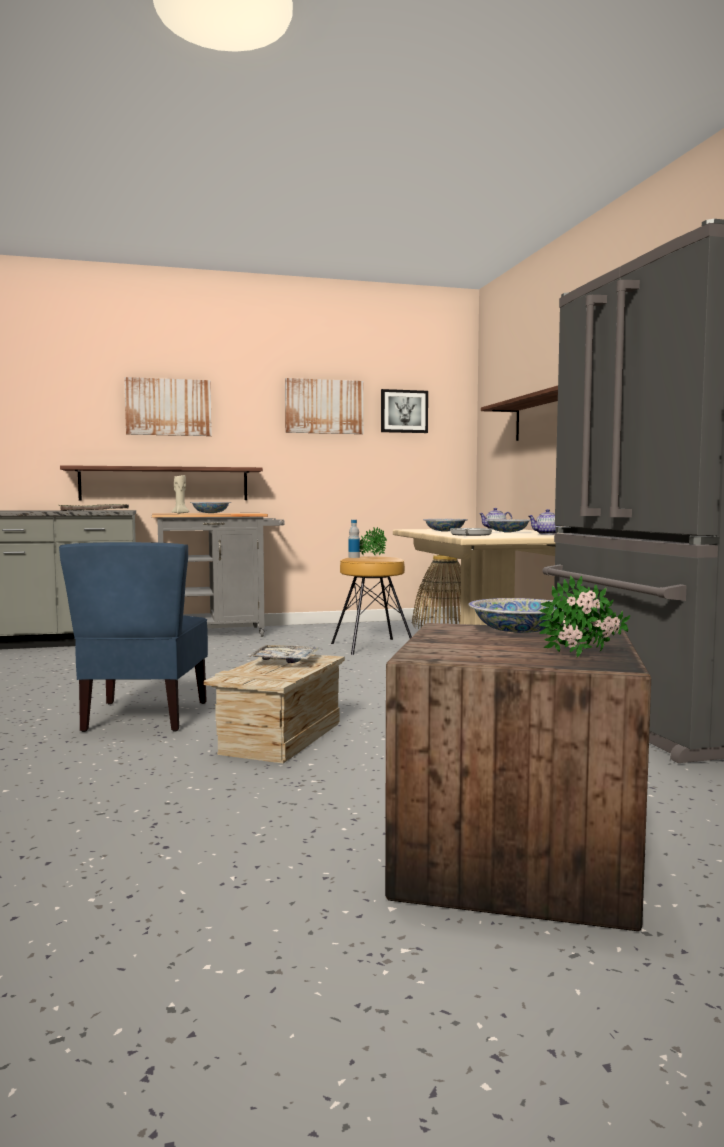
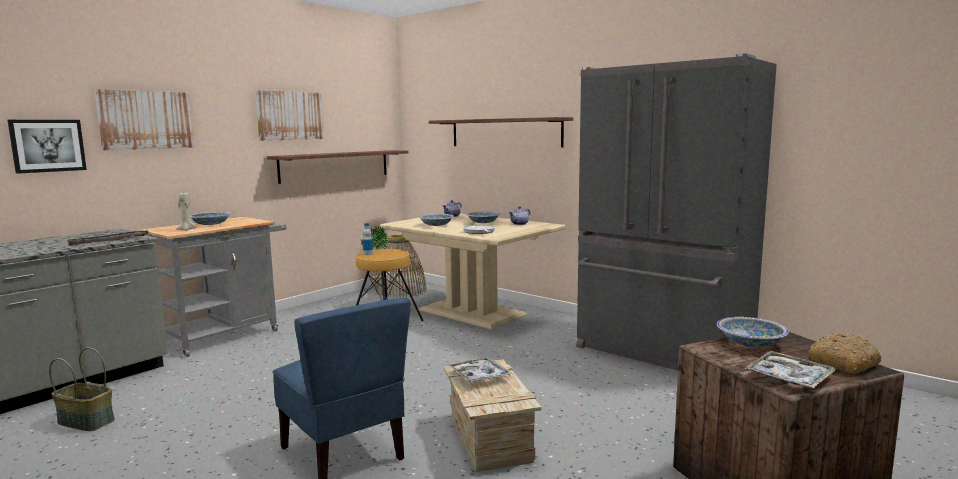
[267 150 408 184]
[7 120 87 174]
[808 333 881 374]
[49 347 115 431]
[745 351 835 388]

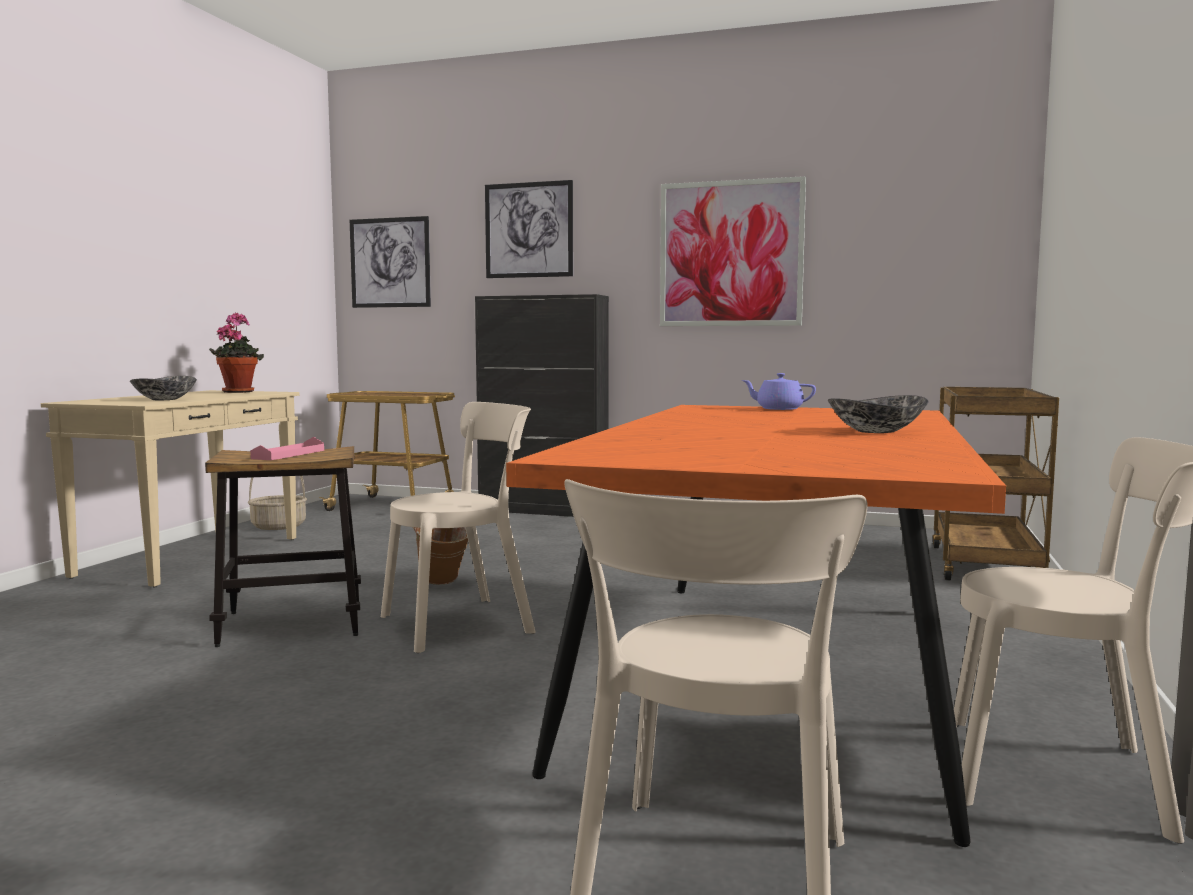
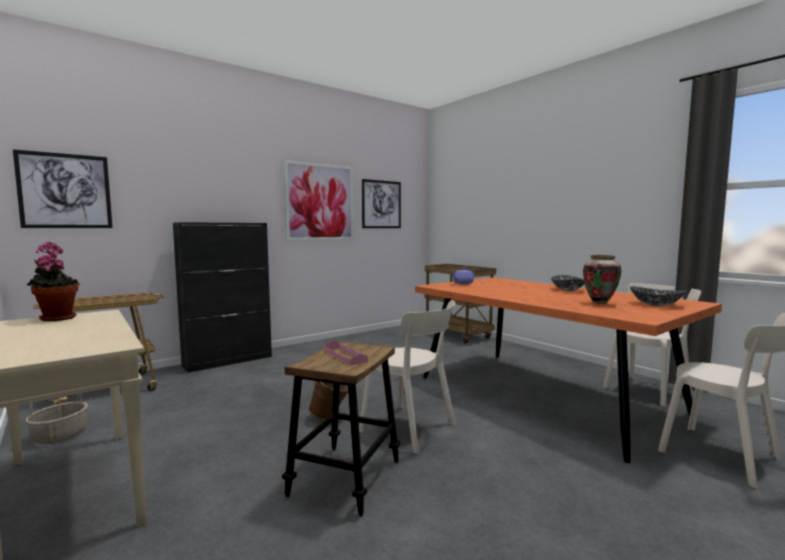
[630 286 687 306]
[359 300 456 454]
[362 179 401 228]
[583 255 622 304]

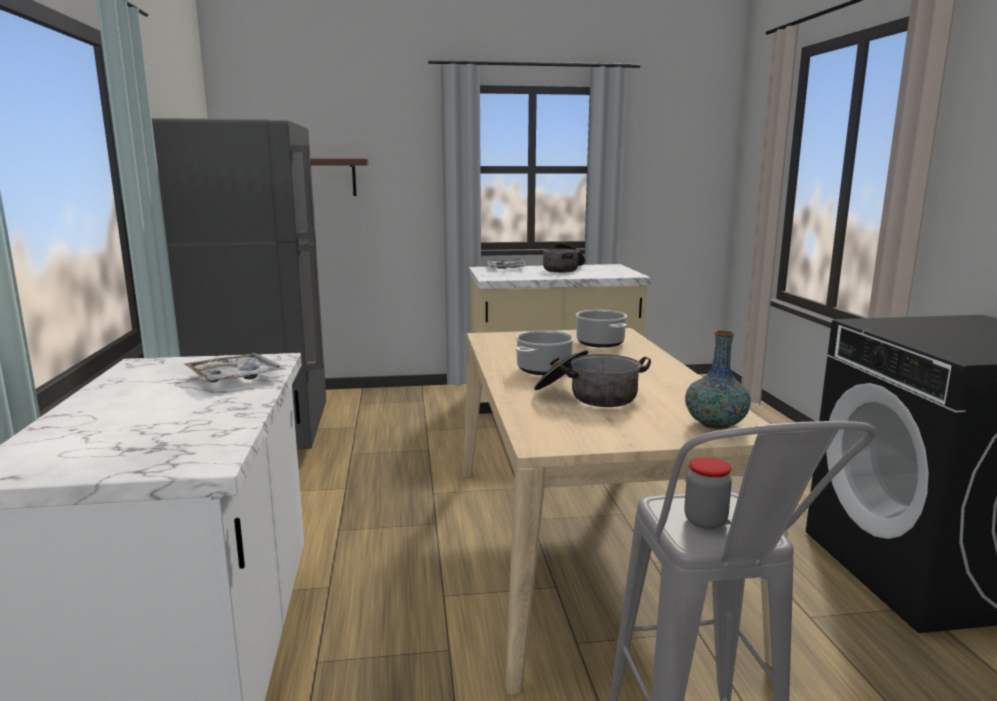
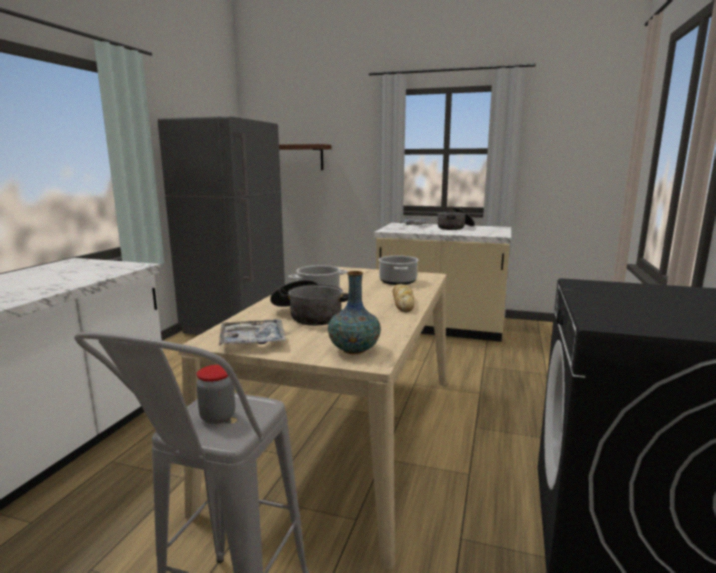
[219 319 286 346]
[393 284 414 312]

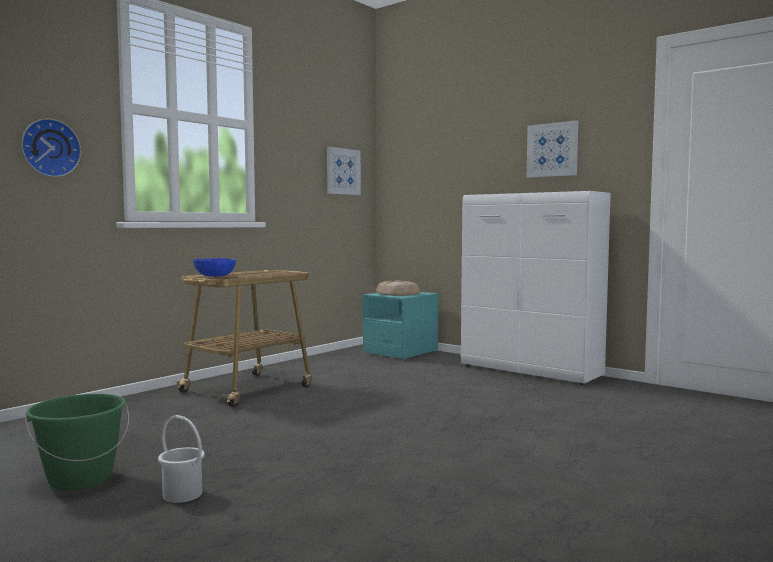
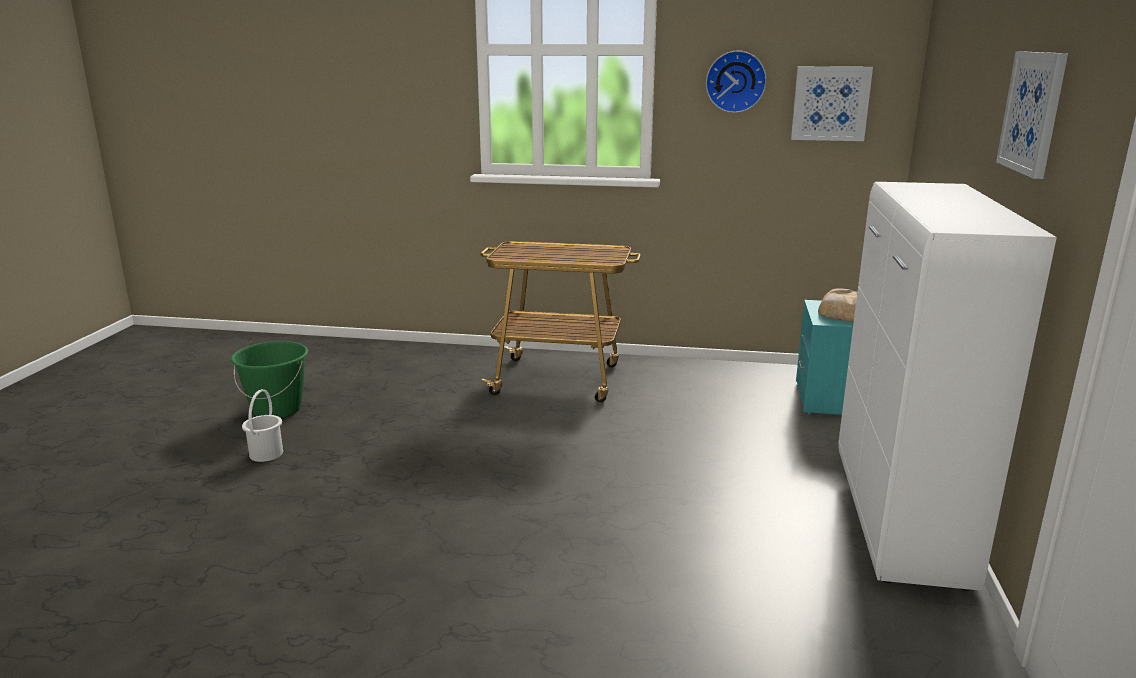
[706 51 767 113]
[193 258 236 277] (first image)

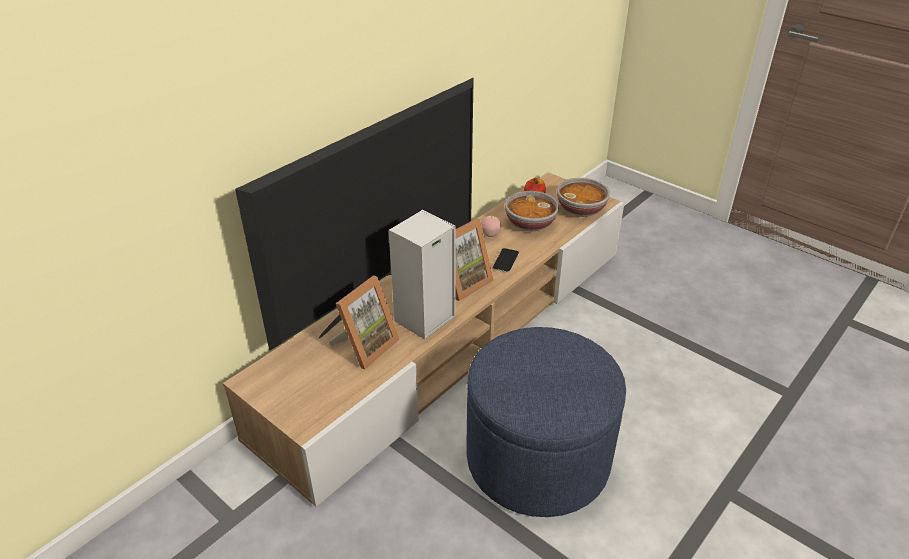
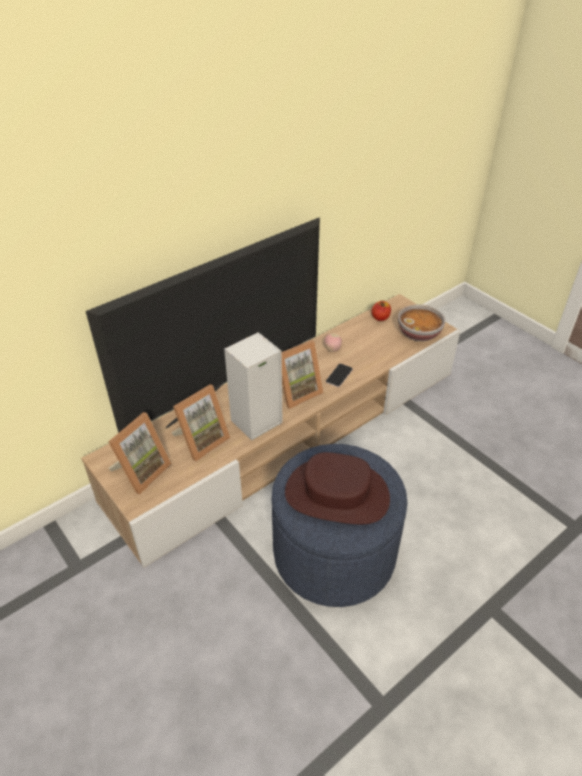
[505 191 559 231] (first image)
[108 412 172 495]
[285 452 390 524]

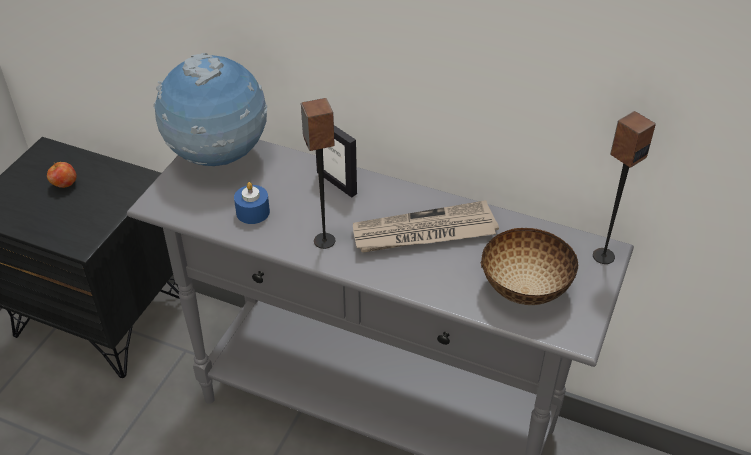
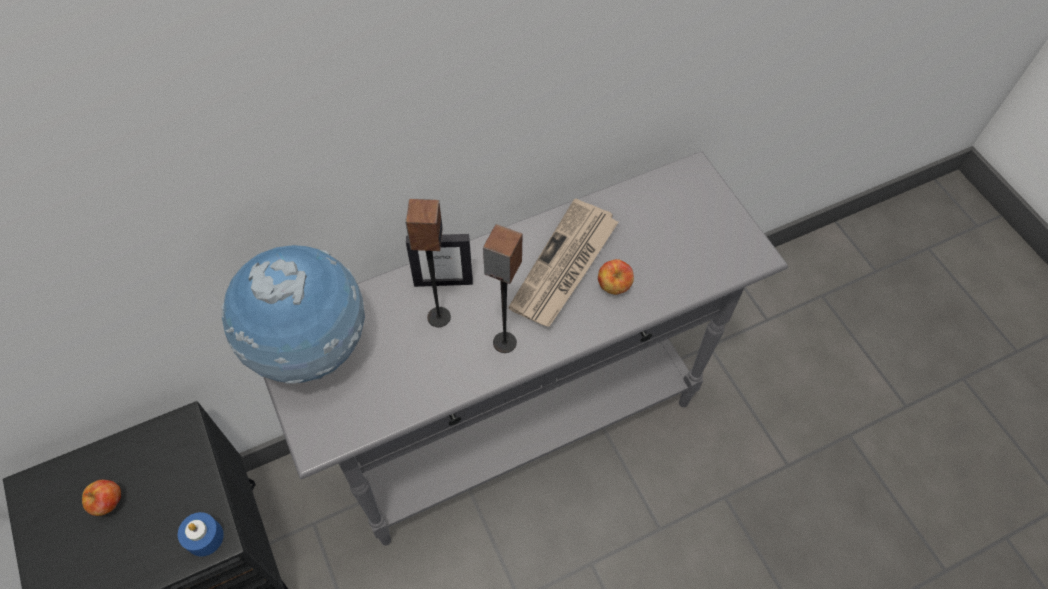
[178 512 224 556]
[481 228 579 305] (first image)
[405 199 451 327]
[598 259 634 295]

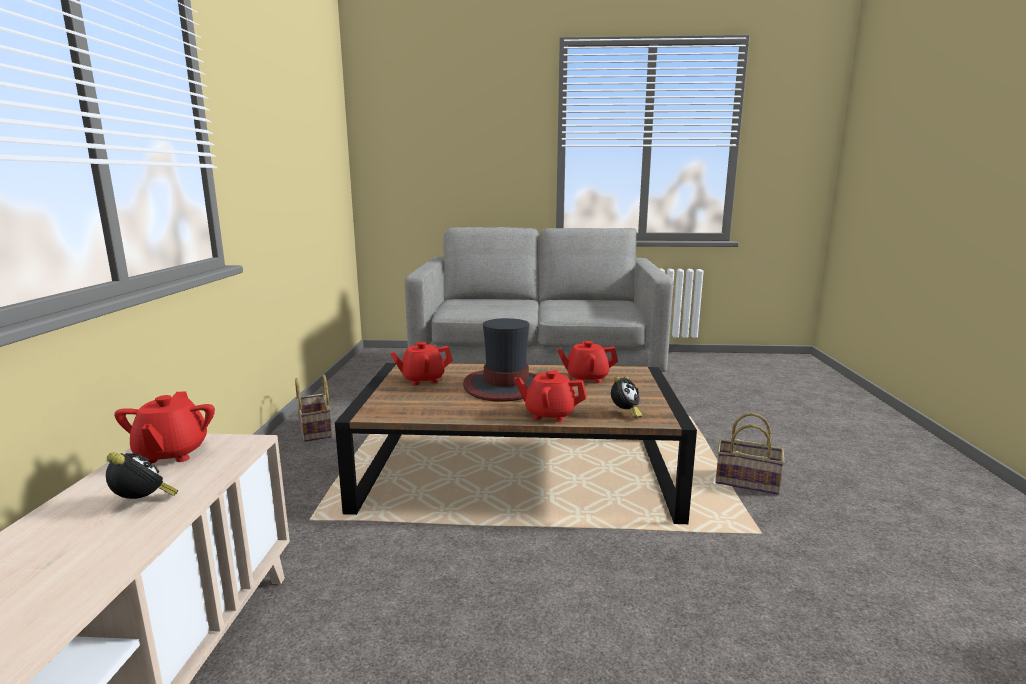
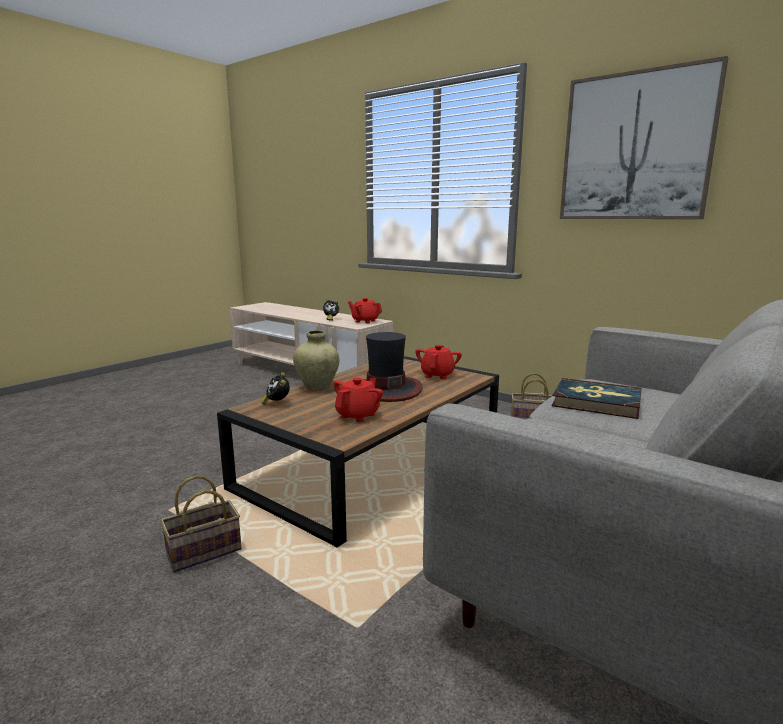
[293 330 340 391]
[552 378 642 419]
[560 56 728 219]

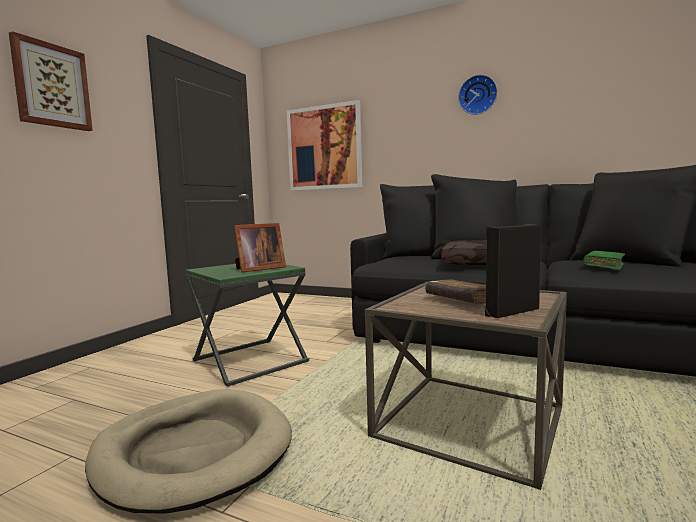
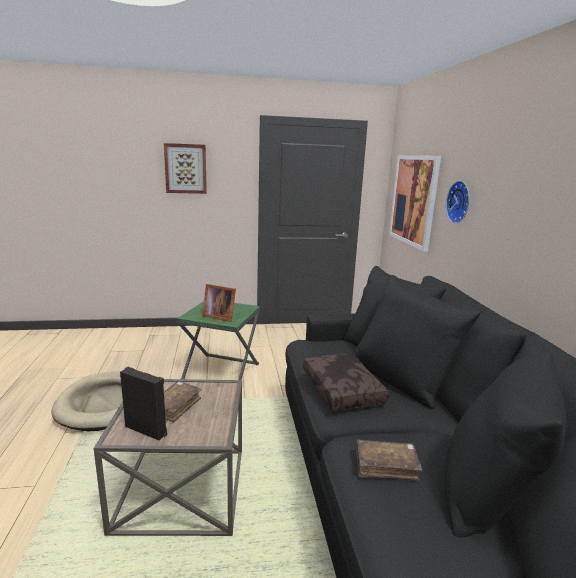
[446 181 470 223]
[356 440 422 481]

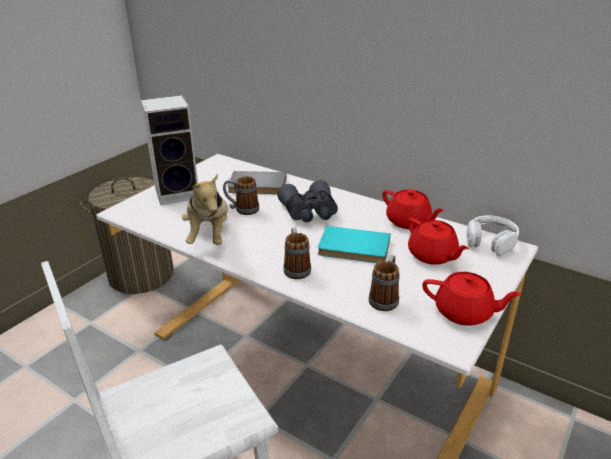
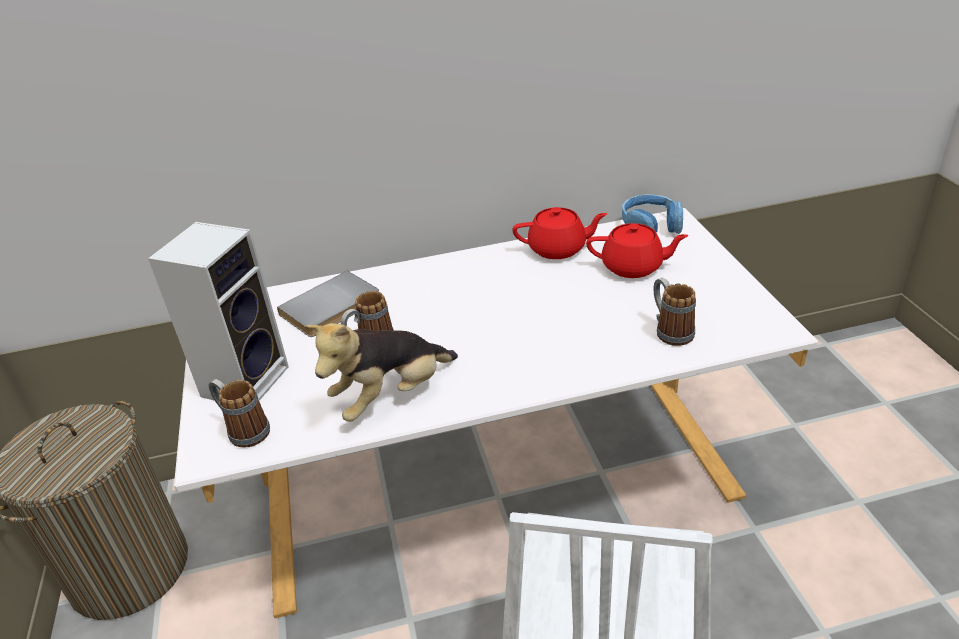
[305 323 458 422]
[277 180 338 223] (first image)
[209 379 270 448]
[318 226 390 263] (first image)
[423 272 522 326] (first image)
[622 194 683 234]

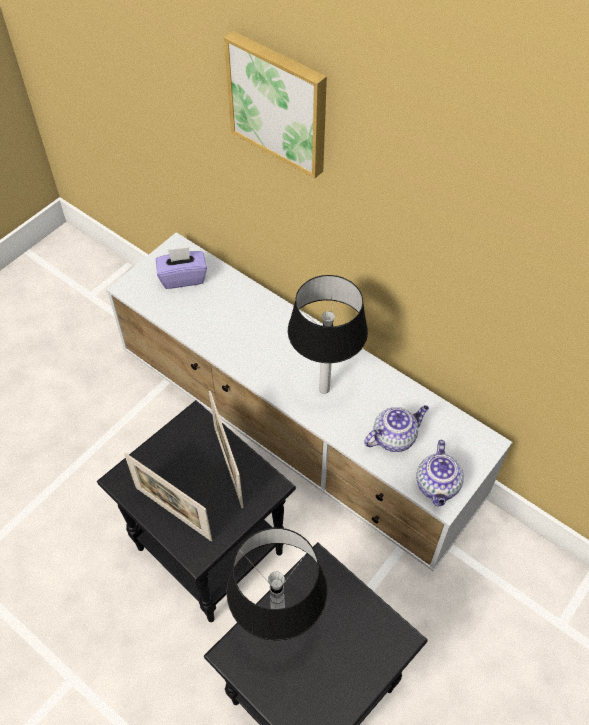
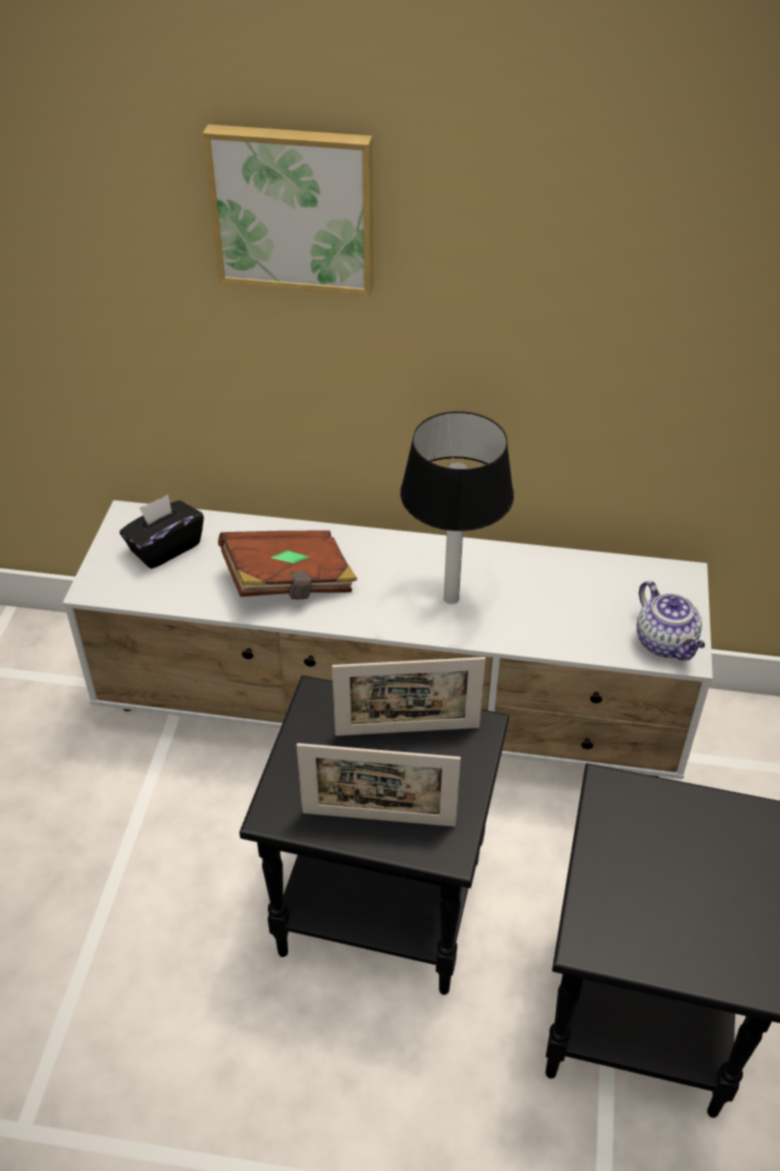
[120 495 204 569]
[332 657 486 736]
[226 528 327 641] (first image)
[364 405 429 452] (first image)
[218 530 357 599]

